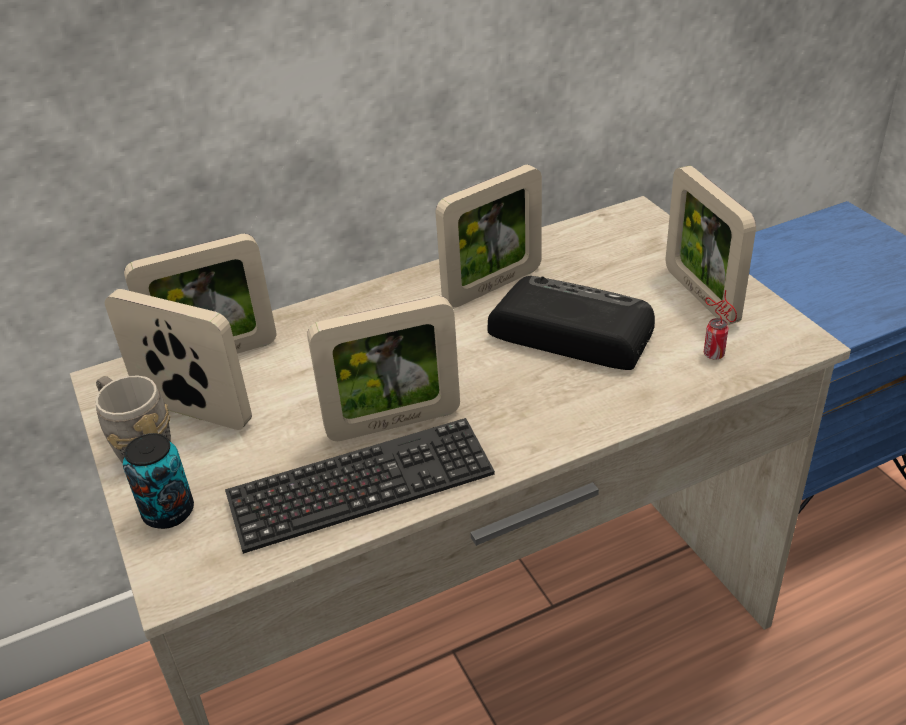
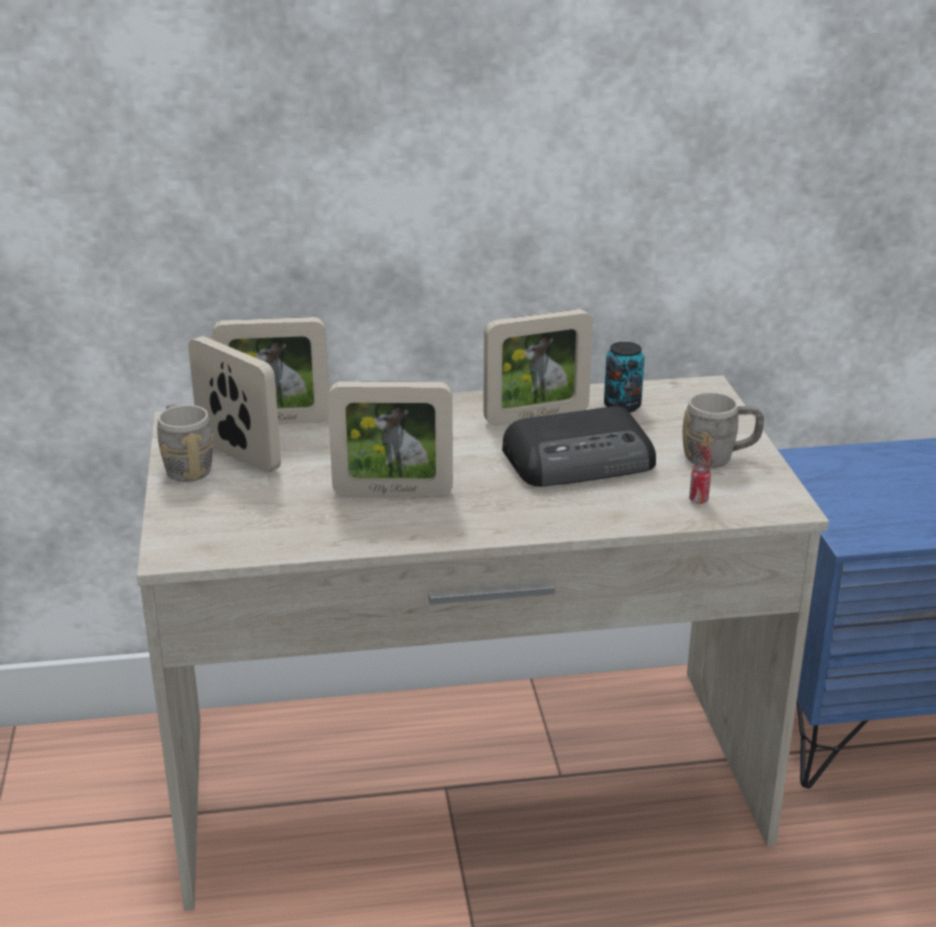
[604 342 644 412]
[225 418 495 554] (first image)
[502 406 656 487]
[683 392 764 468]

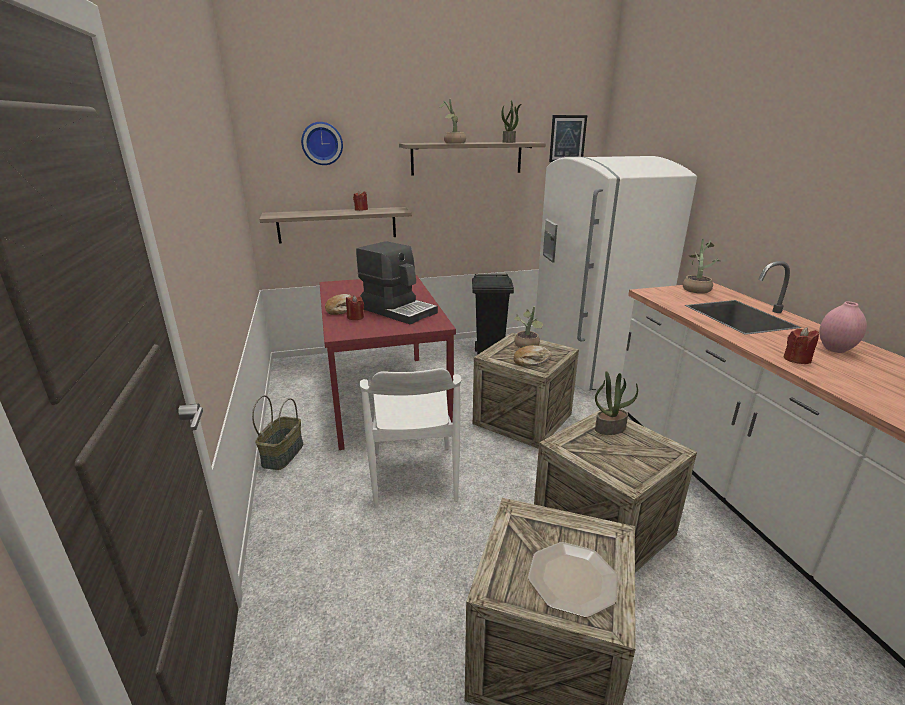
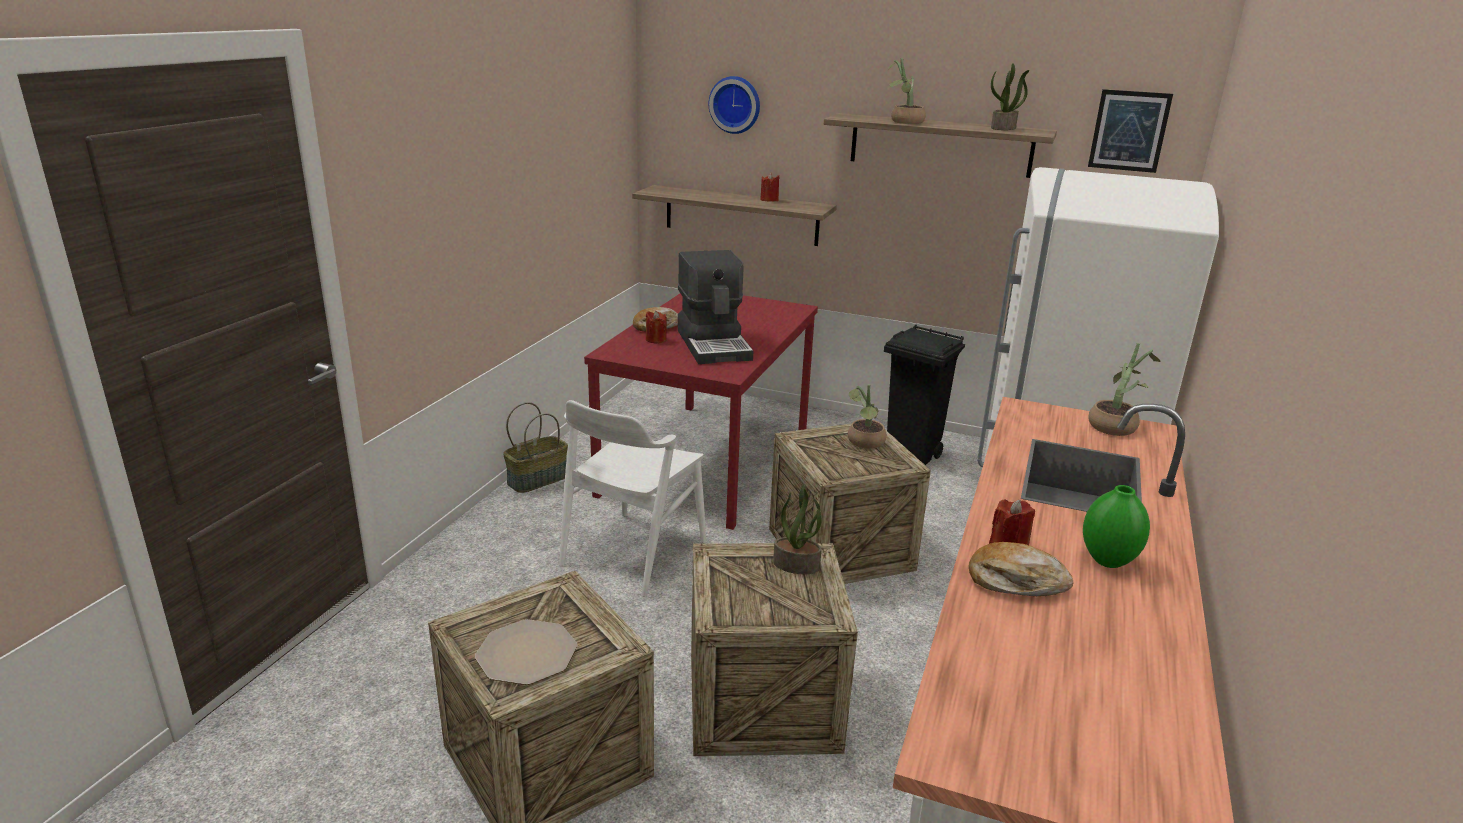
[969 542 1074 596]
[1083 485 1150 568]

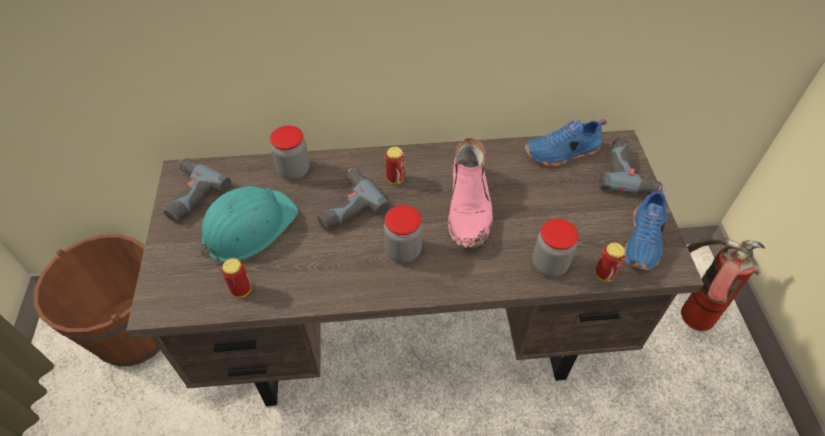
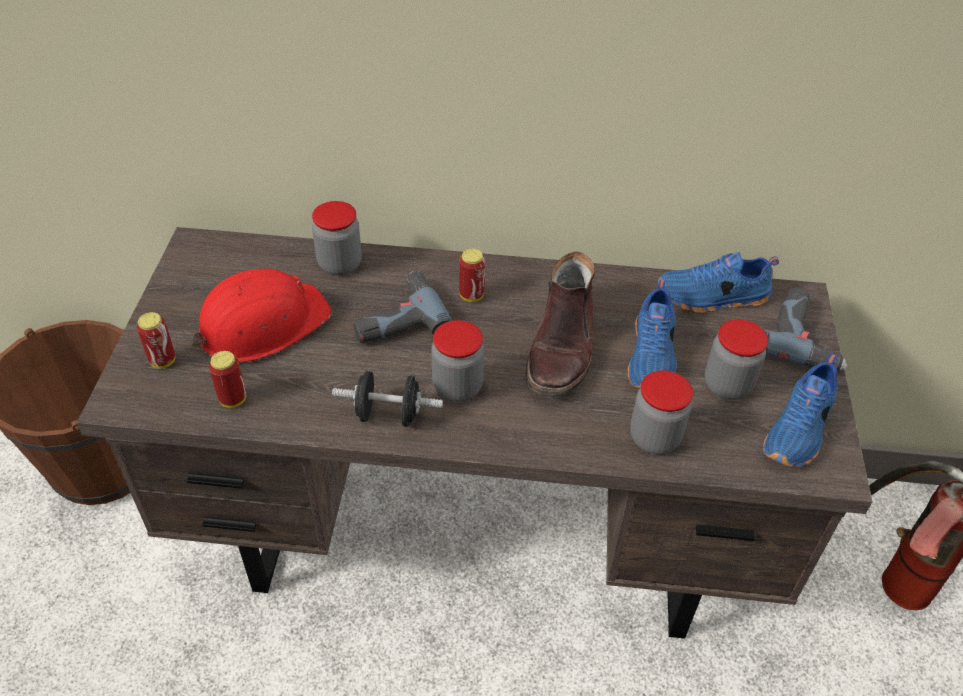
[164 158 231 222] (first image)
[192 269 332 362]
[525 251 595 396]
[137 312 175 368]
[332 371 443 427]
[627 279 677 388]
[705 319 768 400]

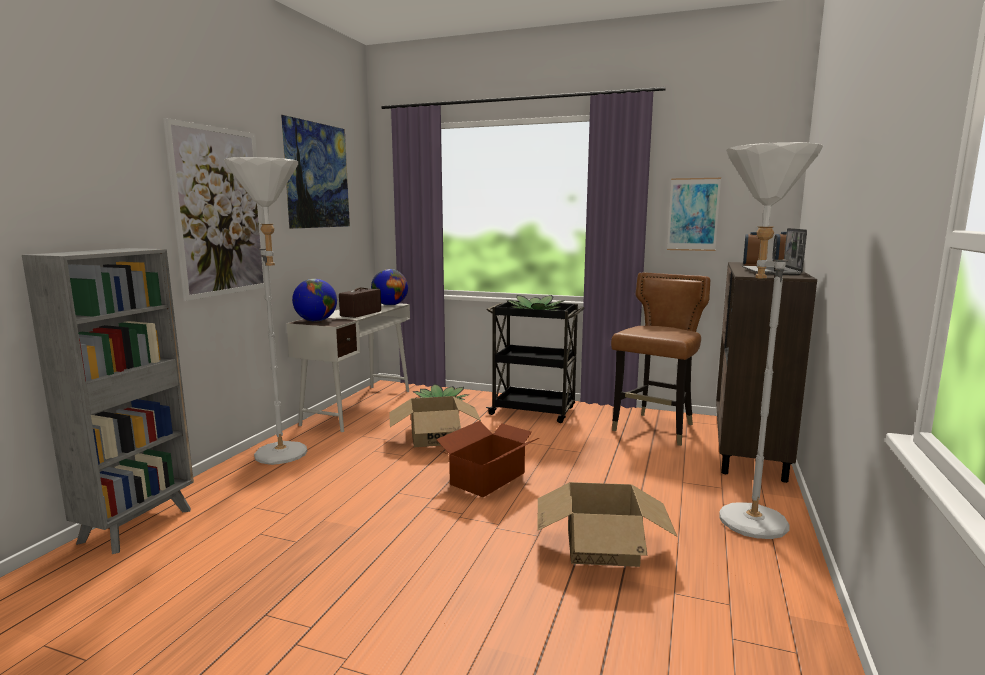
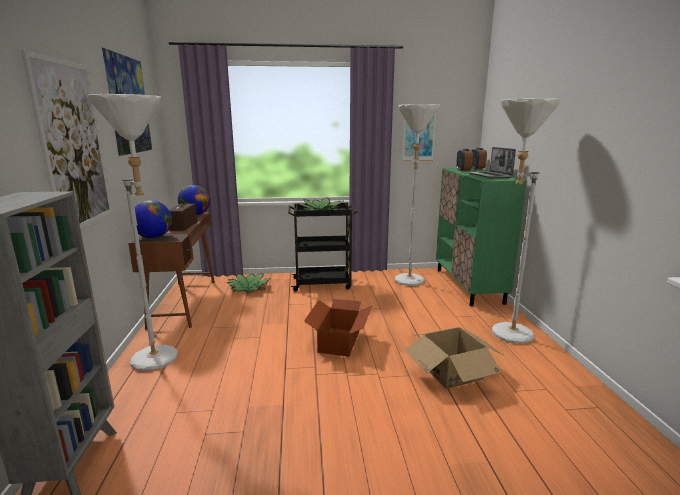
[128 212 215 330]
[389 396 481 447] (first image)
[395 104 440 286]
[436 168 527 306]

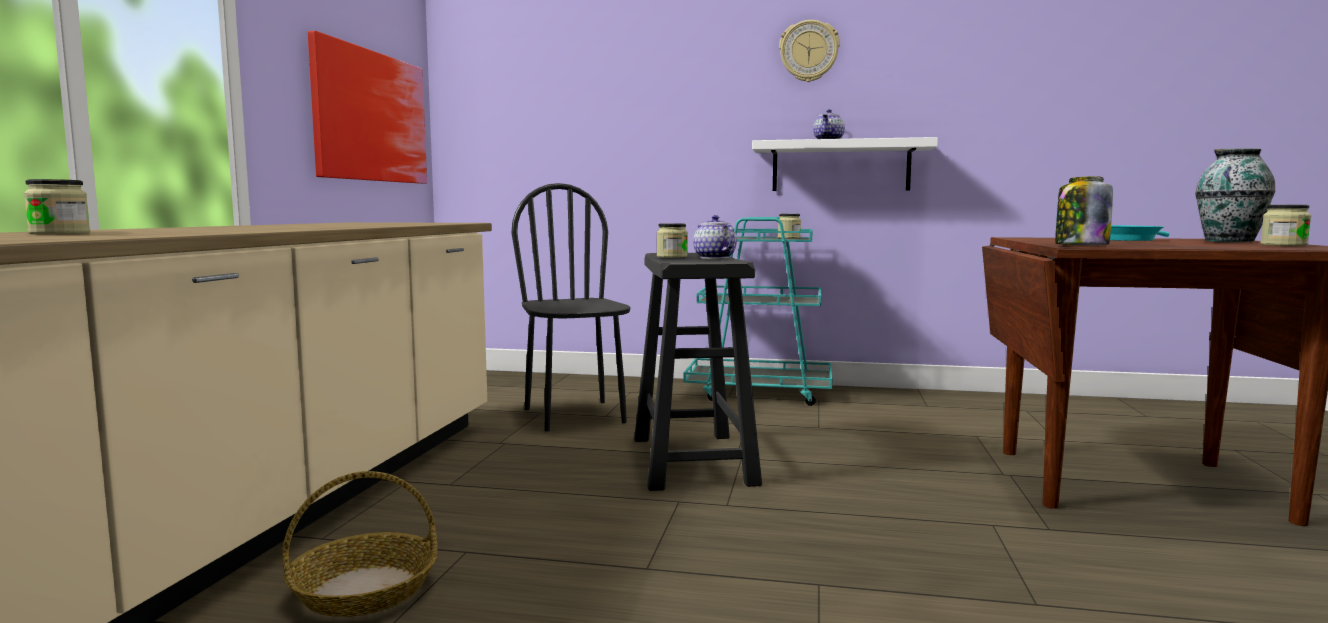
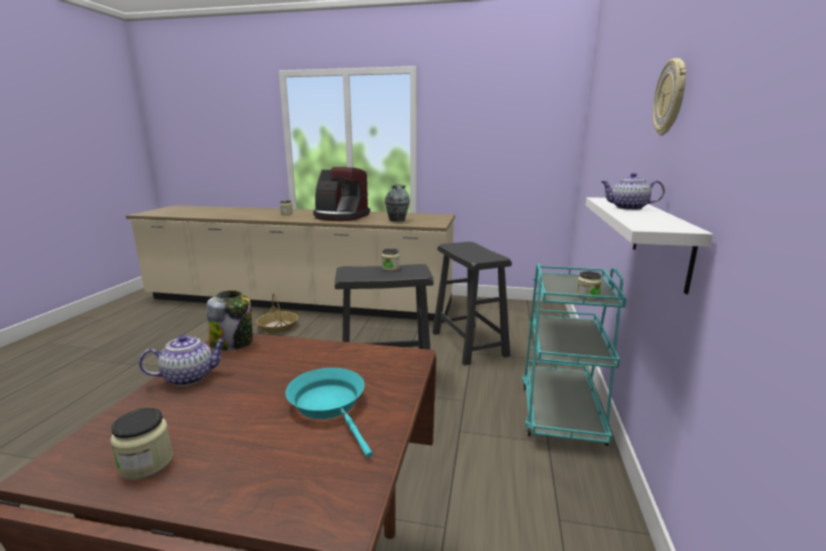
[308 31 427 184] (first image)
[432 242 512 365]
[139 335 227 386]
[385 184 410 221]
[313 167 370 221]

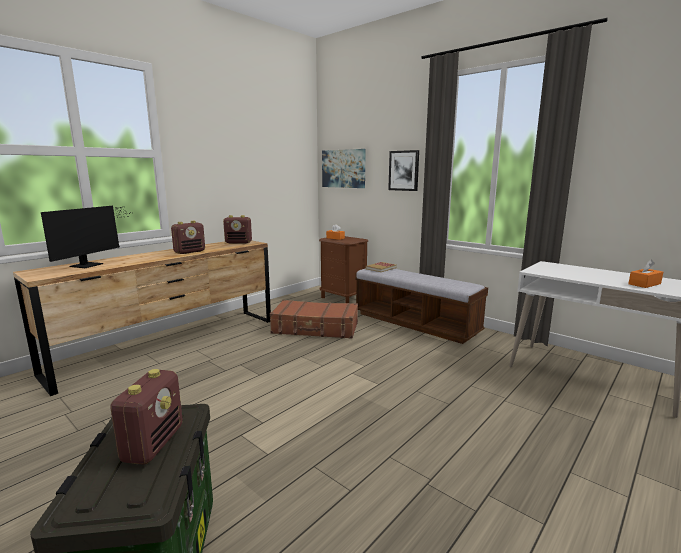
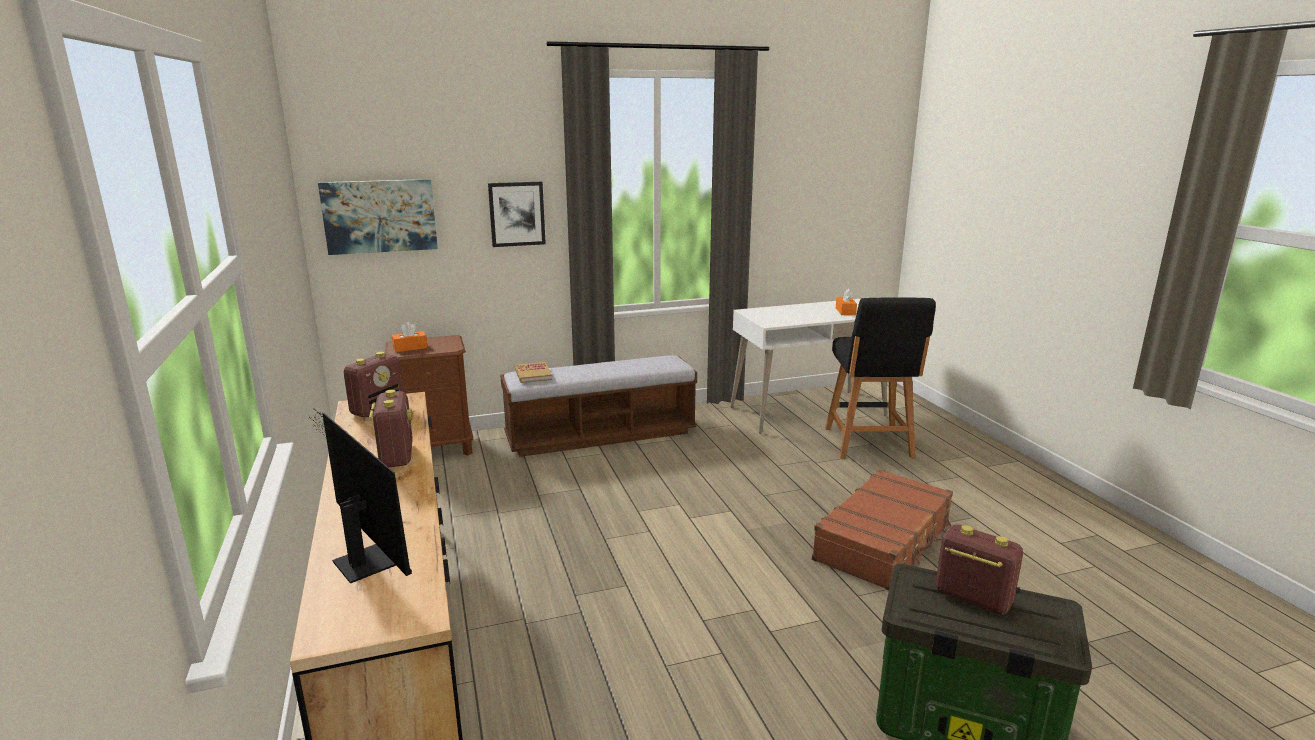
[812 469 953 590]
[825 298 936 459]

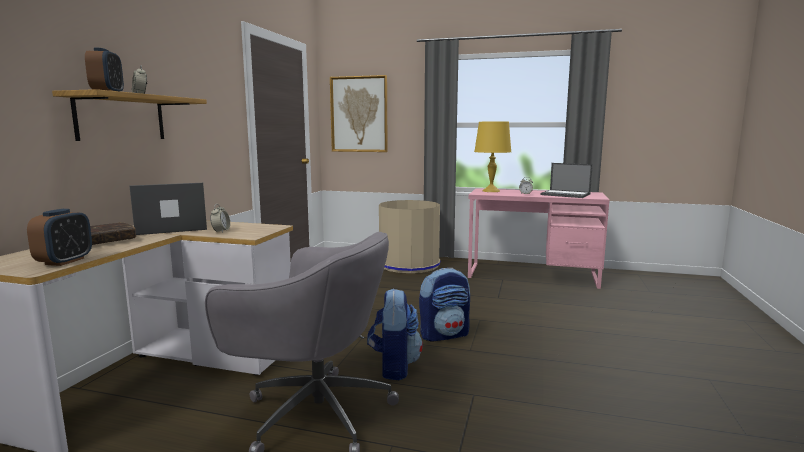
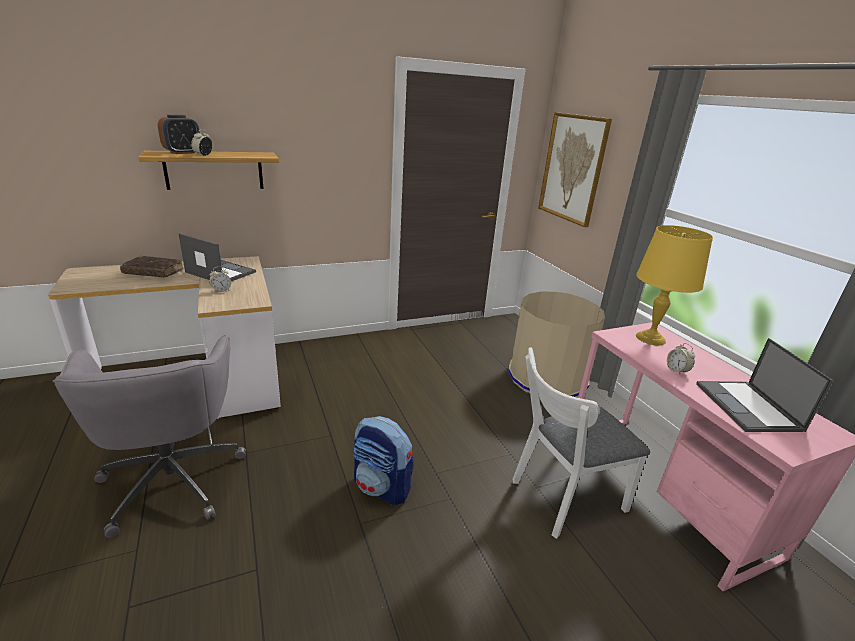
[27 209 92 266] (first image)
[367 288 423 380] (first image)
[512 347 650 539]

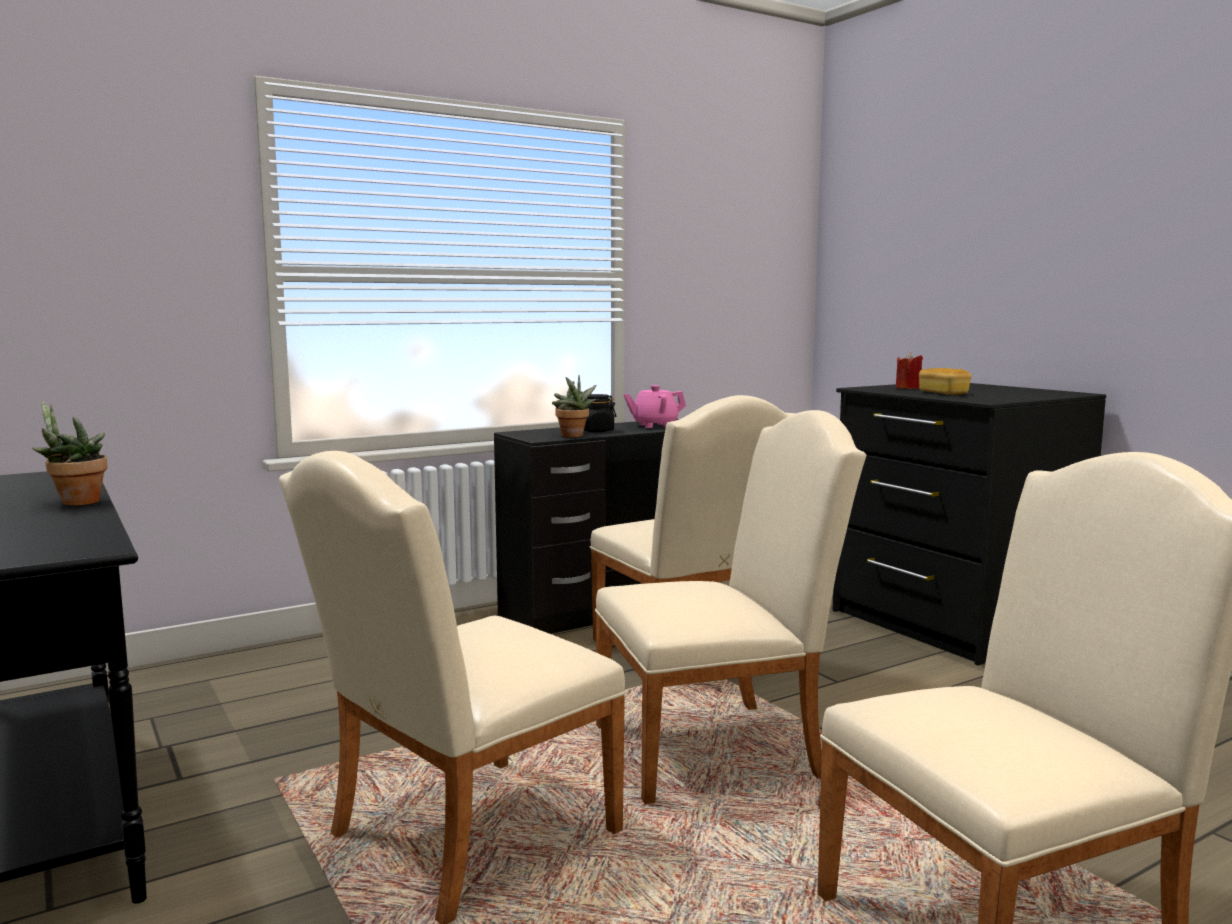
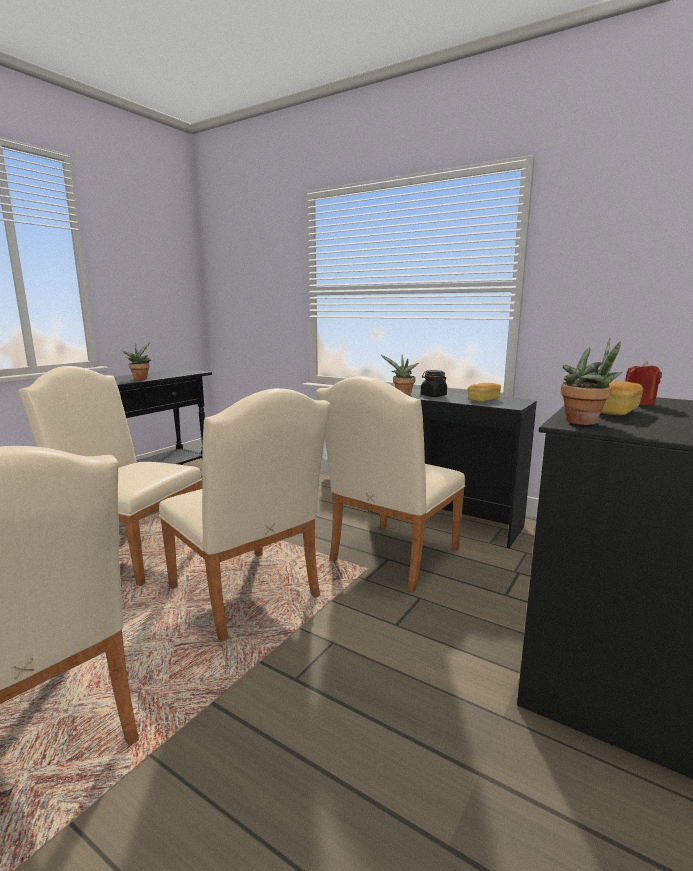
[468 383 501 402]
[561 338 622 425]

